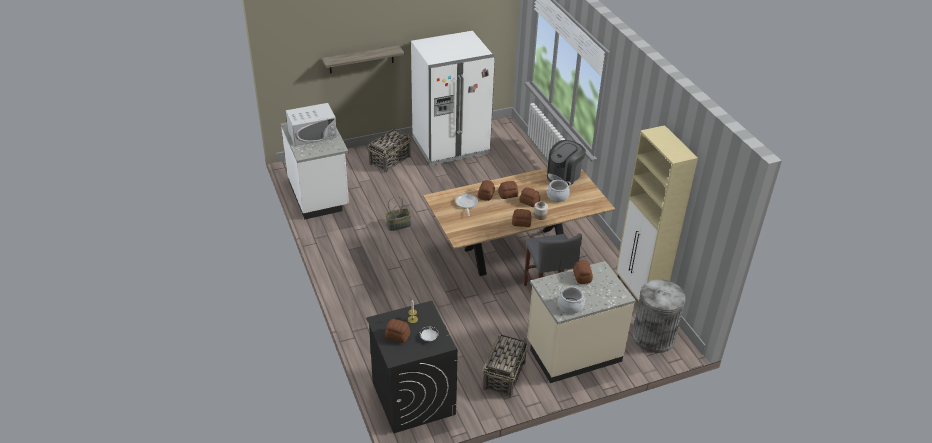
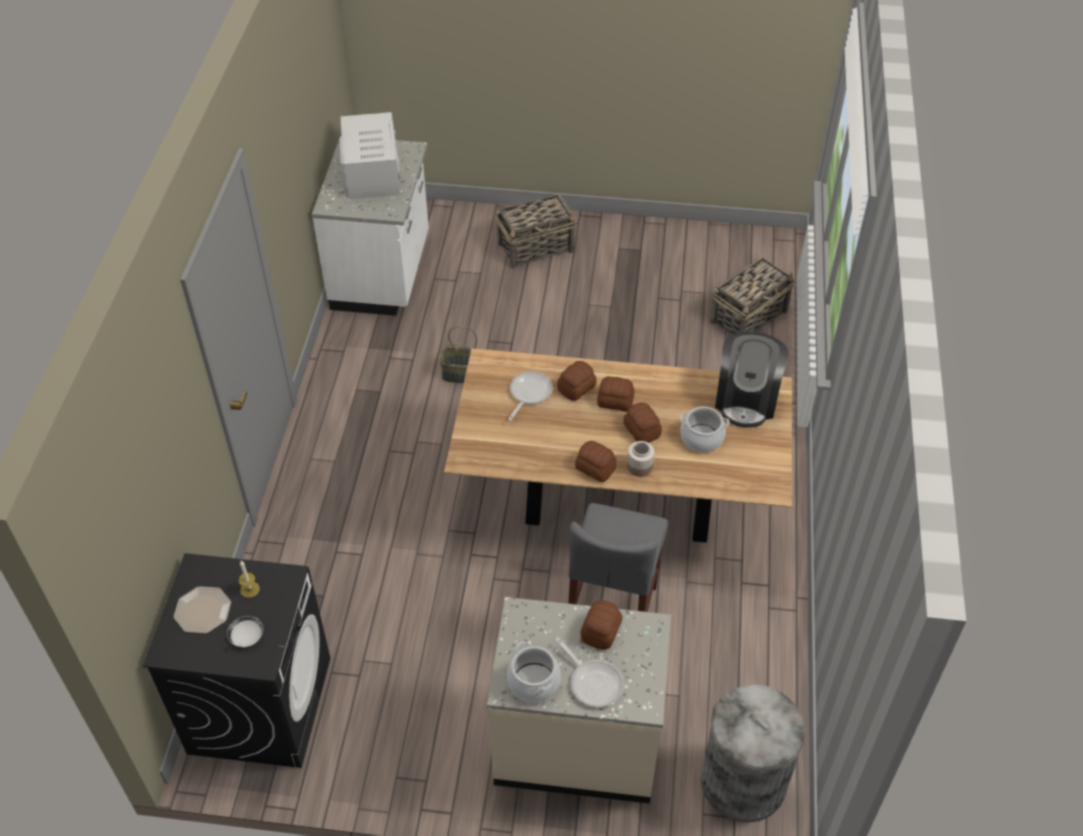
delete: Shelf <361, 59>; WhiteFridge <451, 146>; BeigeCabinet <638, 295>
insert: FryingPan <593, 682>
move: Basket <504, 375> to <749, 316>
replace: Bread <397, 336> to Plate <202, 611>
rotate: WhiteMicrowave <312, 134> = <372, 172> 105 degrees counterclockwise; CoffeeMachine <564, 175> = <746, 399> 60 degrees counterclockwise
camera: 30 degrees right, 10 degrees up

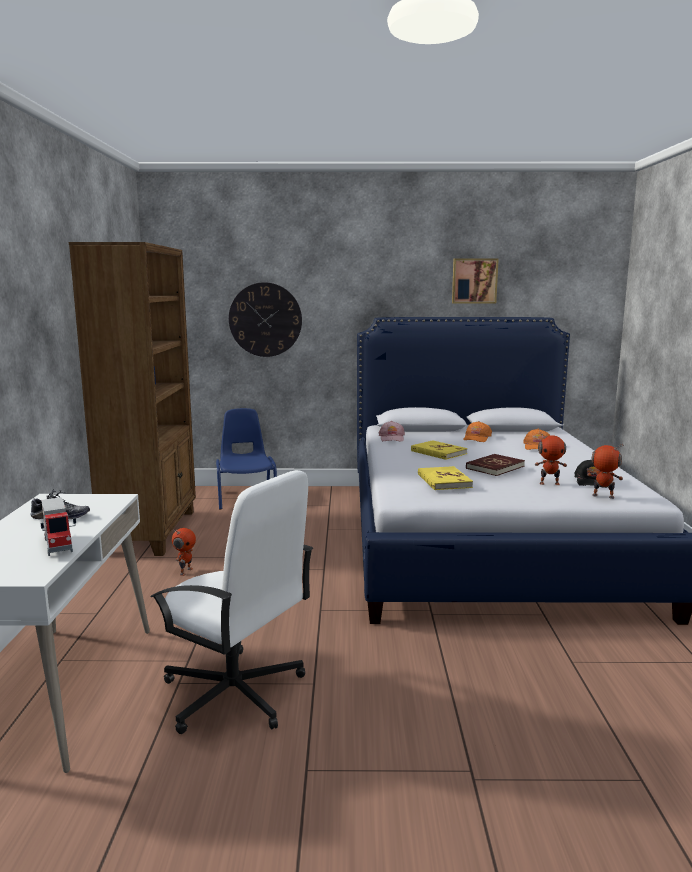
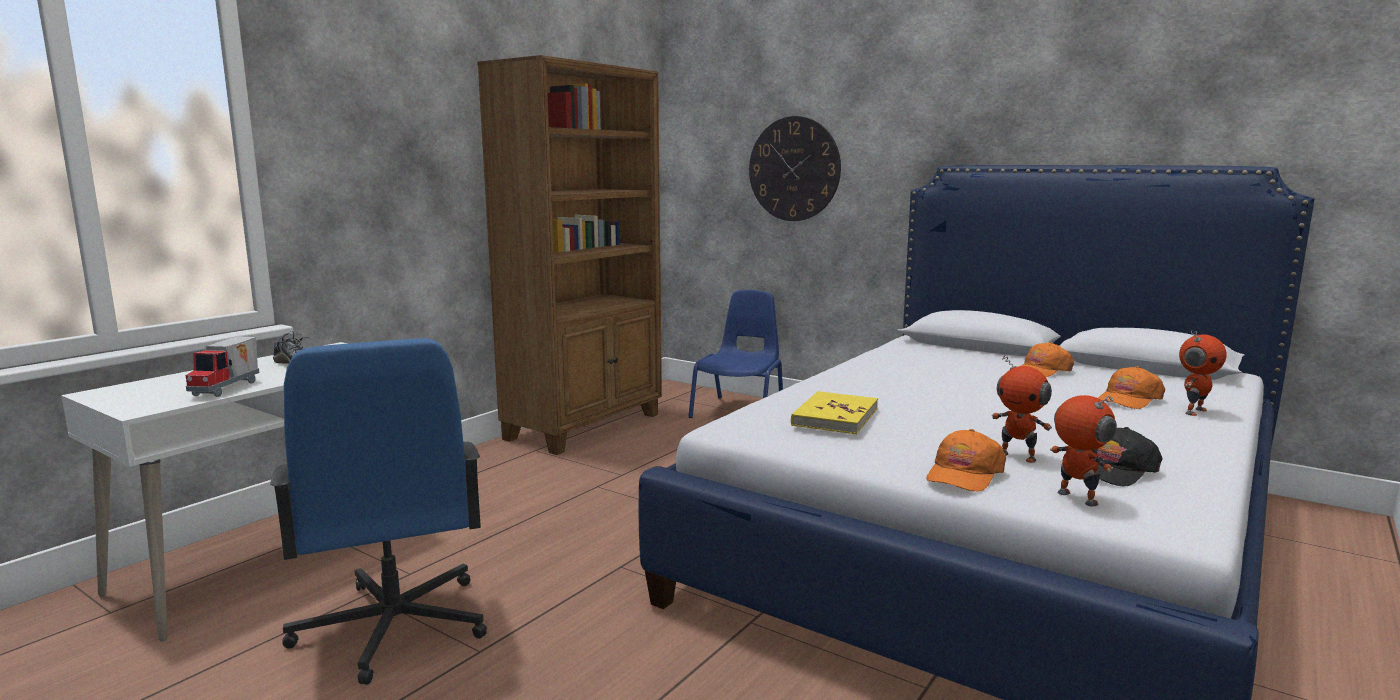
delete: PinkCap <392, 438>; YellowBook <438, 452>; Picture <474, 281>; RedBook <495, 467>
insert: OrangeCap <964, 474>
move: ToyRobot <185, 571> to <1194, 411>
recolor: WhiteOfficeChair <235, 693> to BlueOfficeChair <392, 627>
camera: 35 degrees right, 0 degrees up

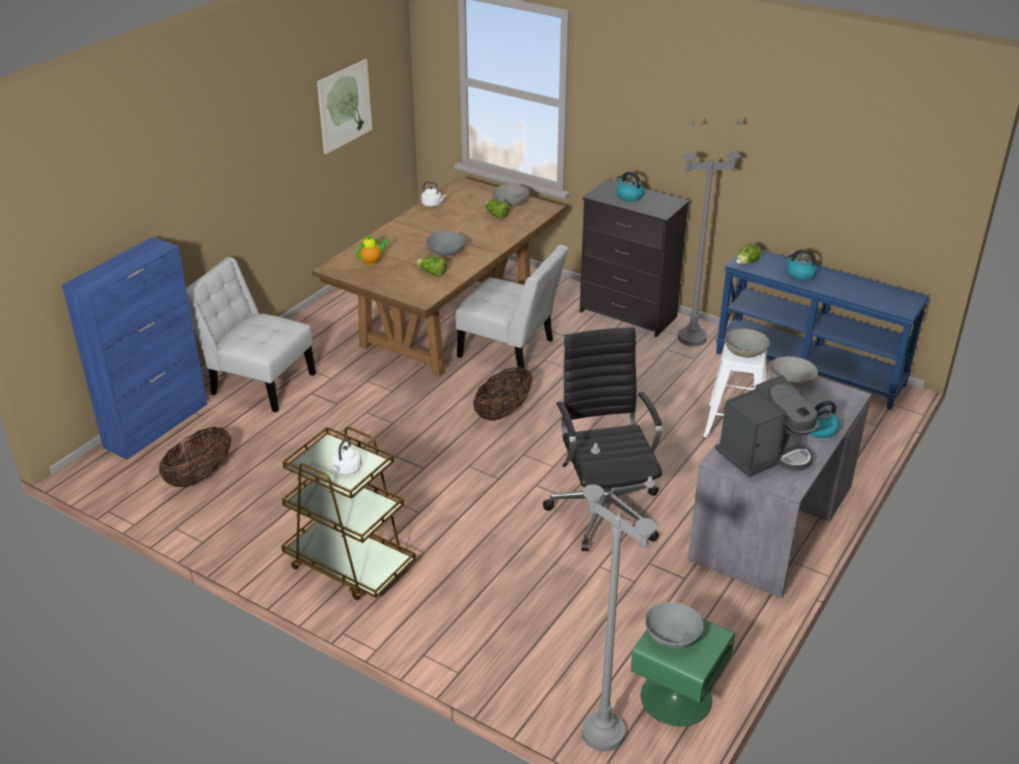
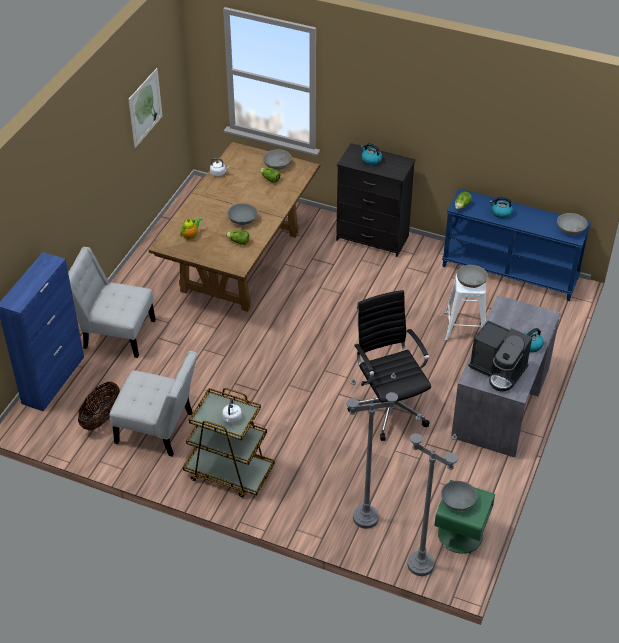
delete: Basket <503, 412>
move: WhiteChair <511, 350> to <158, 429>; GreyFloorLamp <692, 338> to <365, 518>; GreyBowl <791, 381> to <571, 229>
rotate: CoffeeMachine <764, 455> = <498, 370> 75 degrees clockwise
camera: 10 degrees left, 10 degrees up

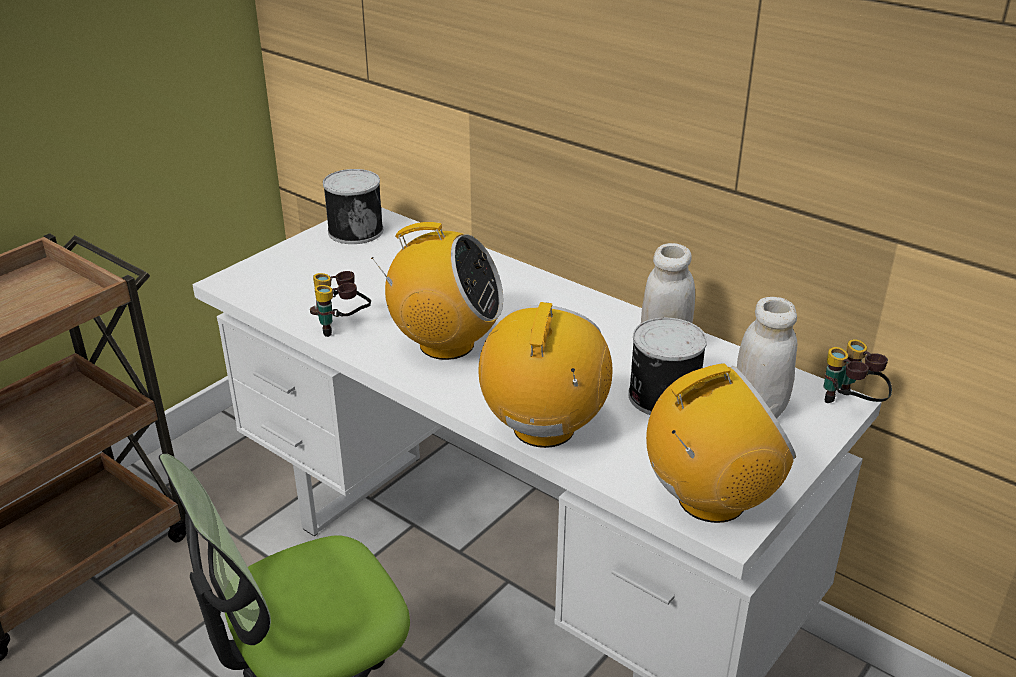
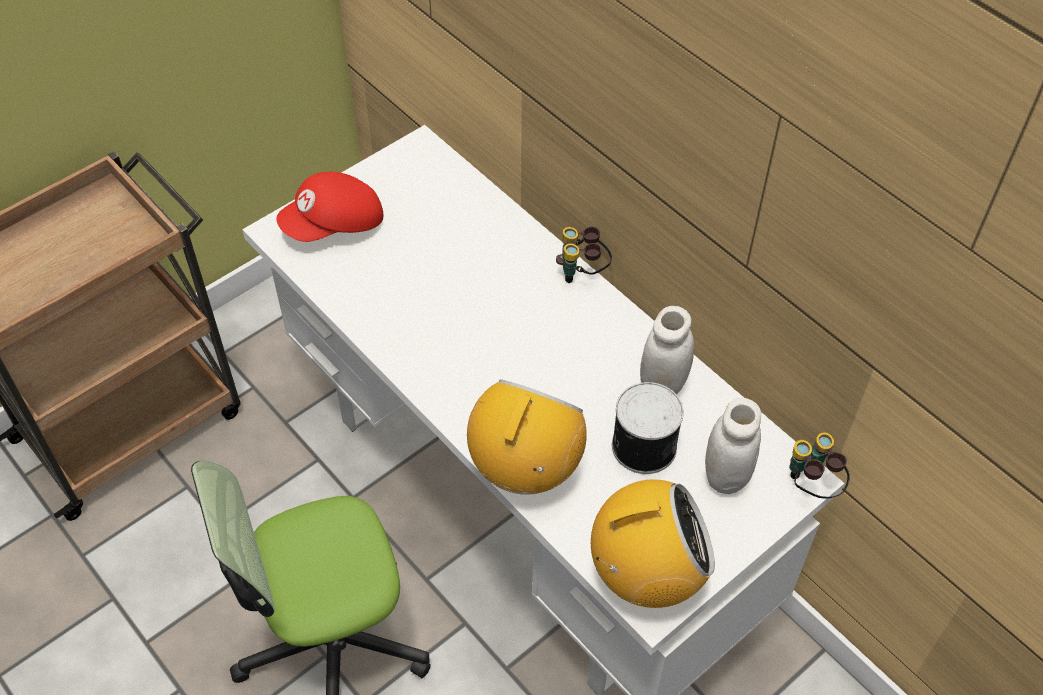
delete: Can <355, 230>; Radio <445, 344>
insert: RedCap <335, 225>
move: Binoculars <342, 327> to <583, 273>
camera: 10 degrees right, 20 degrees up

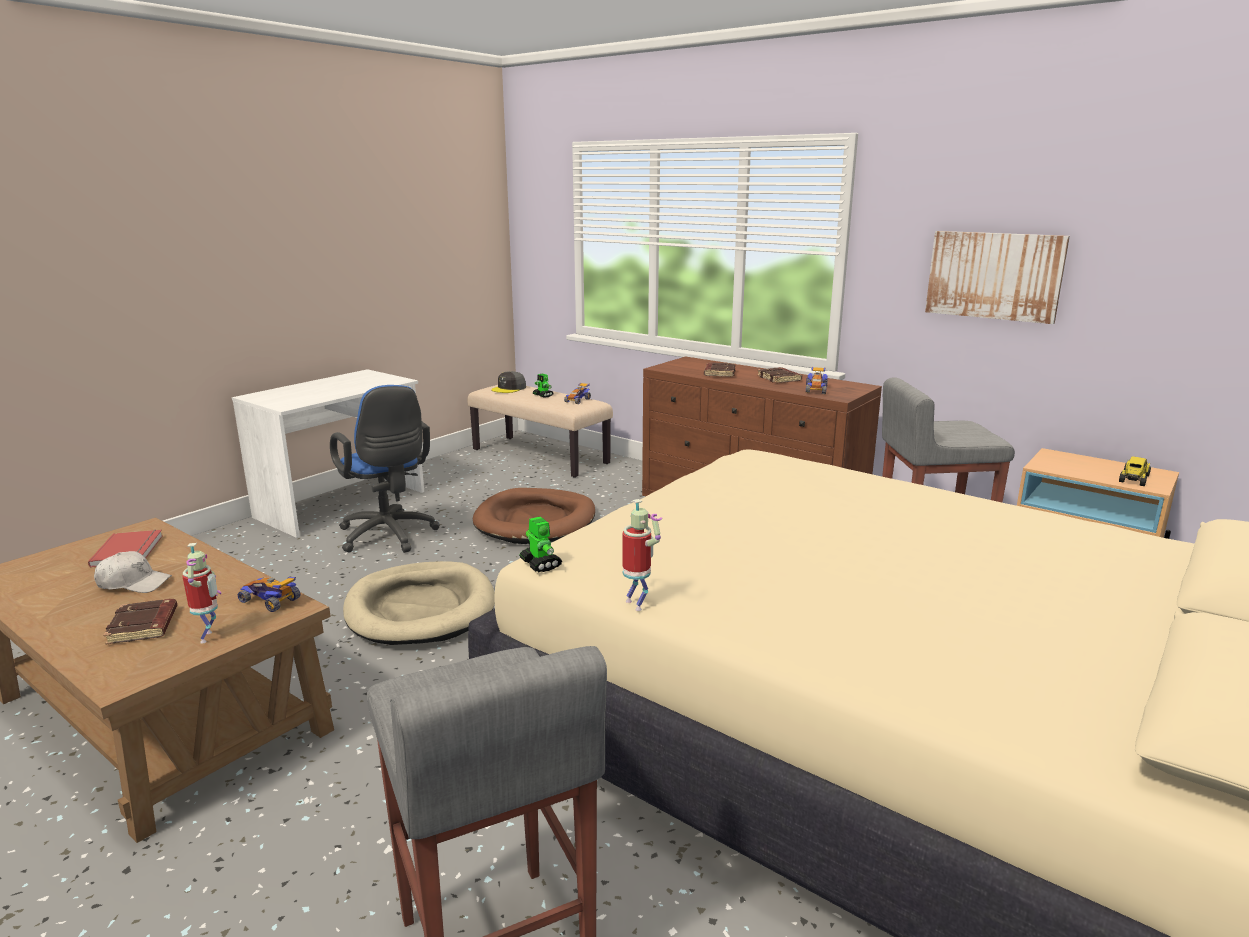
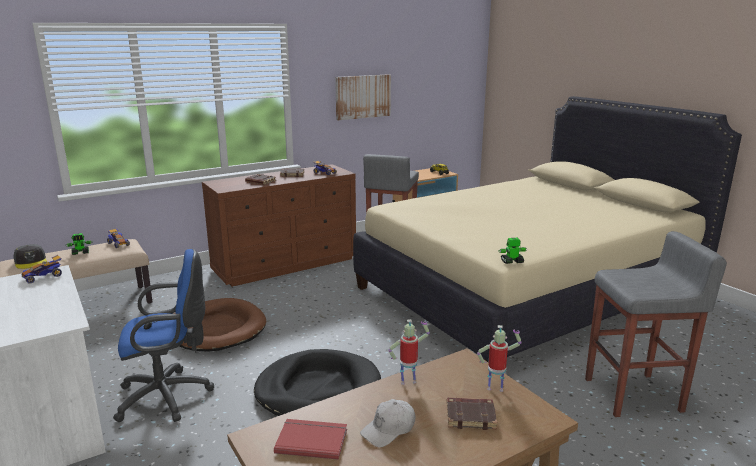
move: ToyCar <271, 601> to <43, 276>; ToyRobot <637, 604> to <408, 381>
recolor: BeigeDogBed <421, 609> to BlackDogBed <318, 390>
rotate: WhiteCap <134, 583> = <389, 429> 150 degrees counterclockwise
camera: 70 degrees left, 0 degrees up

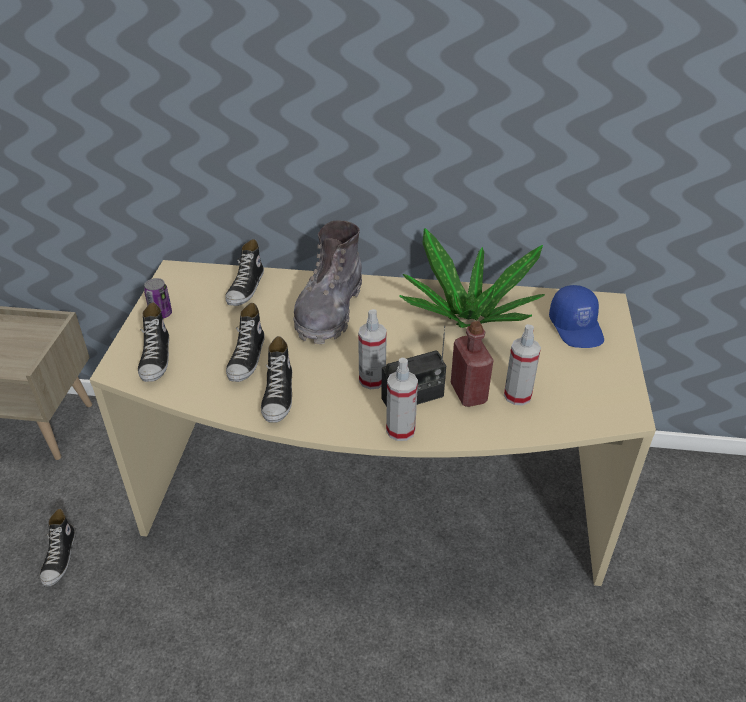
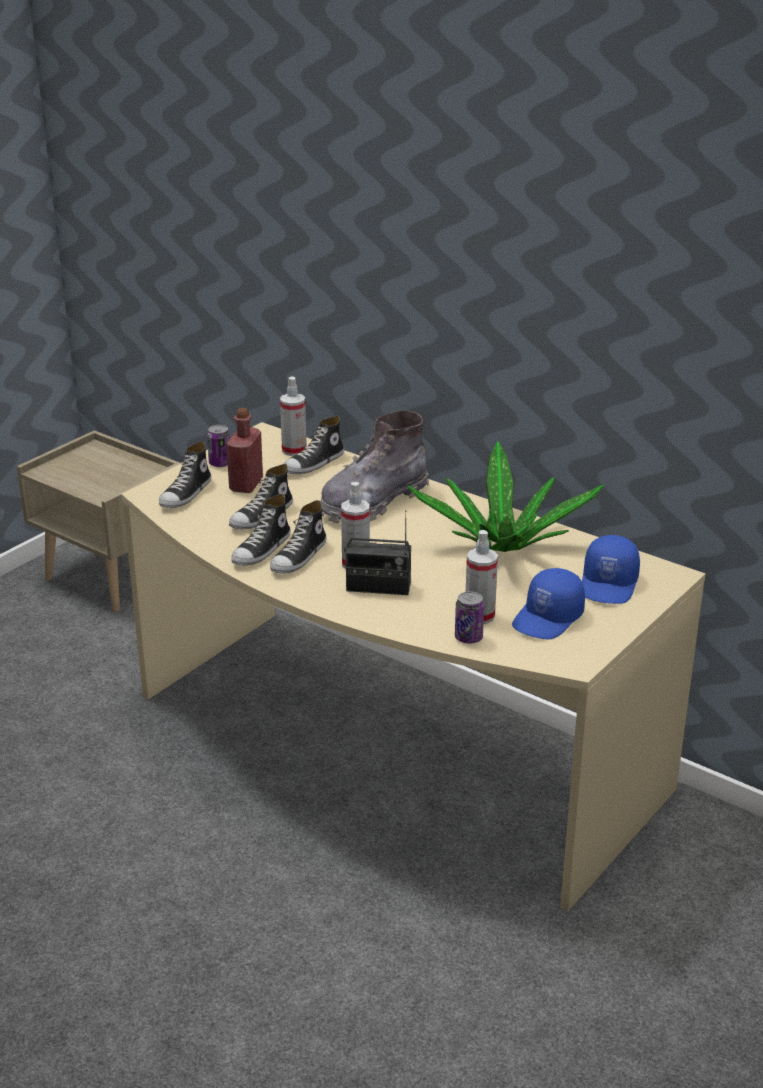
insert: Can <468, 638>; BlueCap <548, 619>
move: Shoe <60, 558> to <299, 557>; SprayBottle <400, 430> to <294, 450>; RedBottle <468, 393> to <246, 485>
camera: 30 degrees right, 10 degrees down

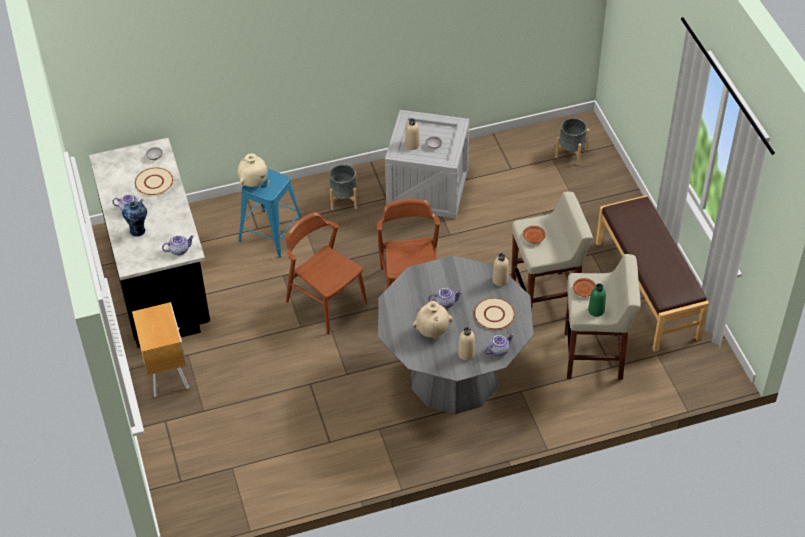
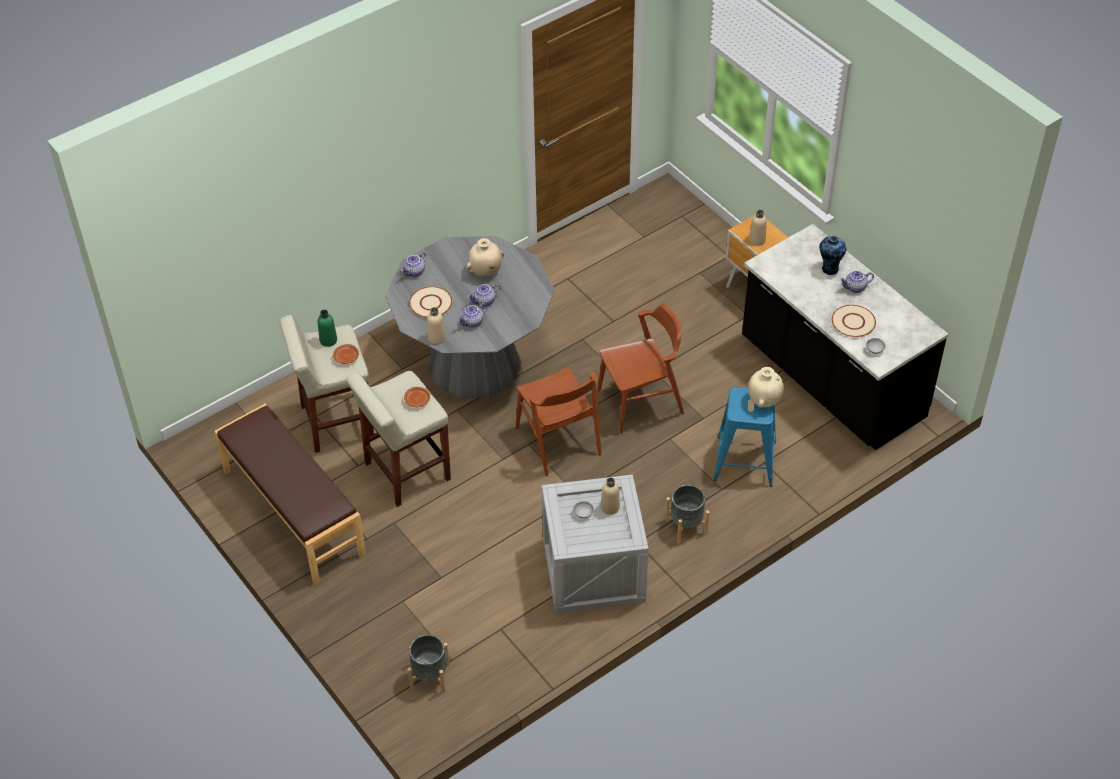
move: Teapot <179, 250> to <472, 322>; BeigeBottle <466, 354> to <757, 240>
rotate: BrownChair <326, 302> = <641, 402> 45 degrees counterclockwise
camera: 160 degrees right, 0 degrees up

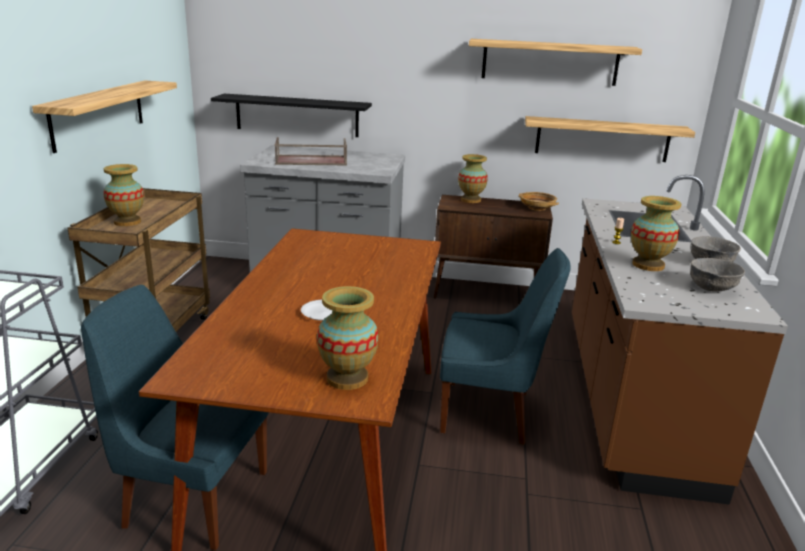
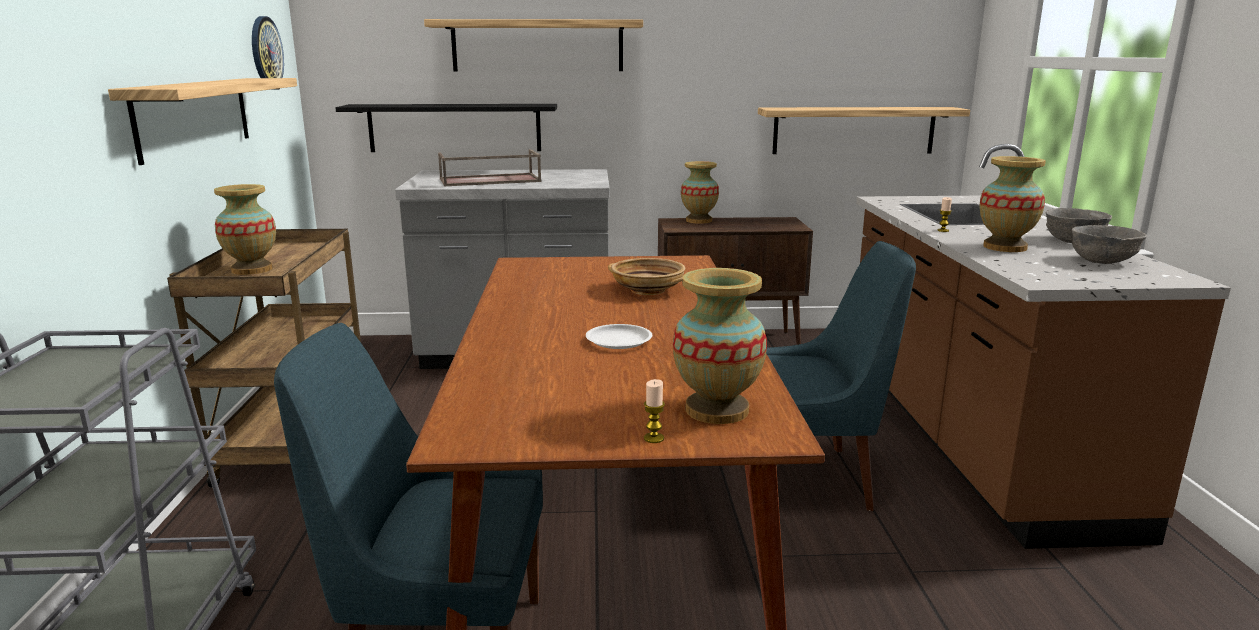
insert: WallClock <265, 51>; Candle <653, 438>
move: Shelf <549, 62> to <537, 46>; BeigeBowl <537, 208> to <648, 290>
camera: 10 degrees left, 5 degrees down

